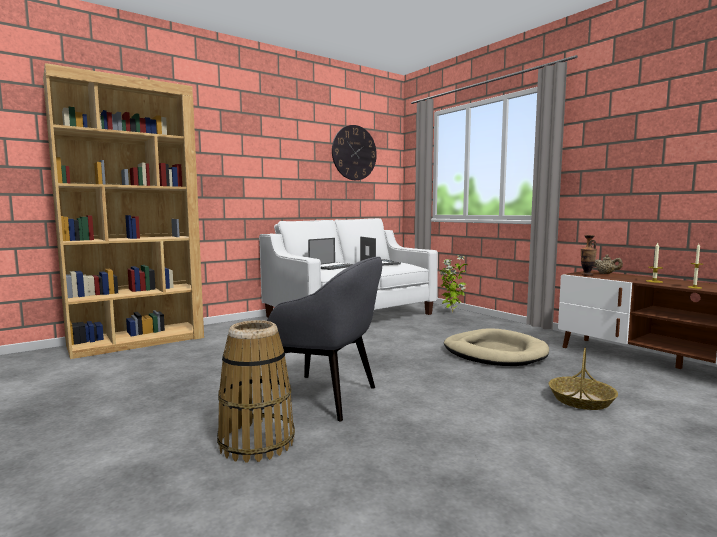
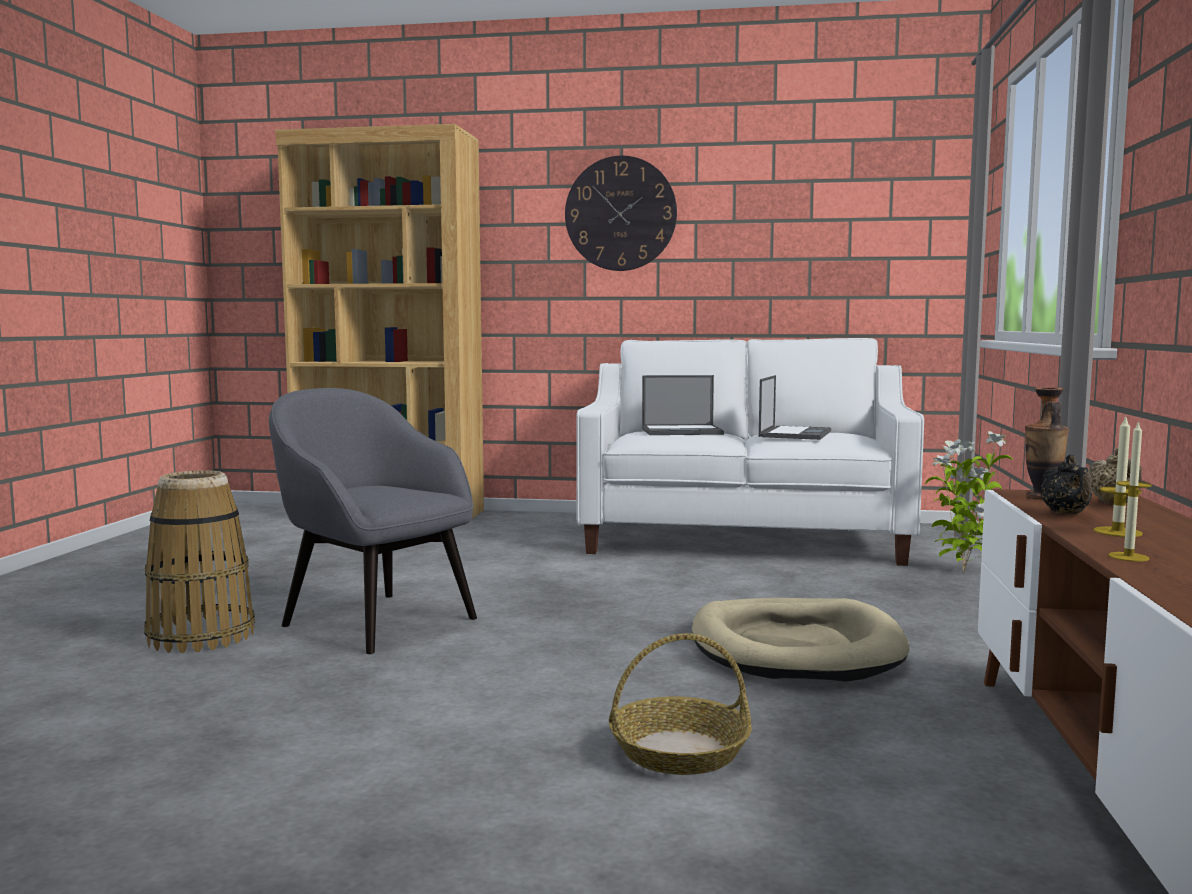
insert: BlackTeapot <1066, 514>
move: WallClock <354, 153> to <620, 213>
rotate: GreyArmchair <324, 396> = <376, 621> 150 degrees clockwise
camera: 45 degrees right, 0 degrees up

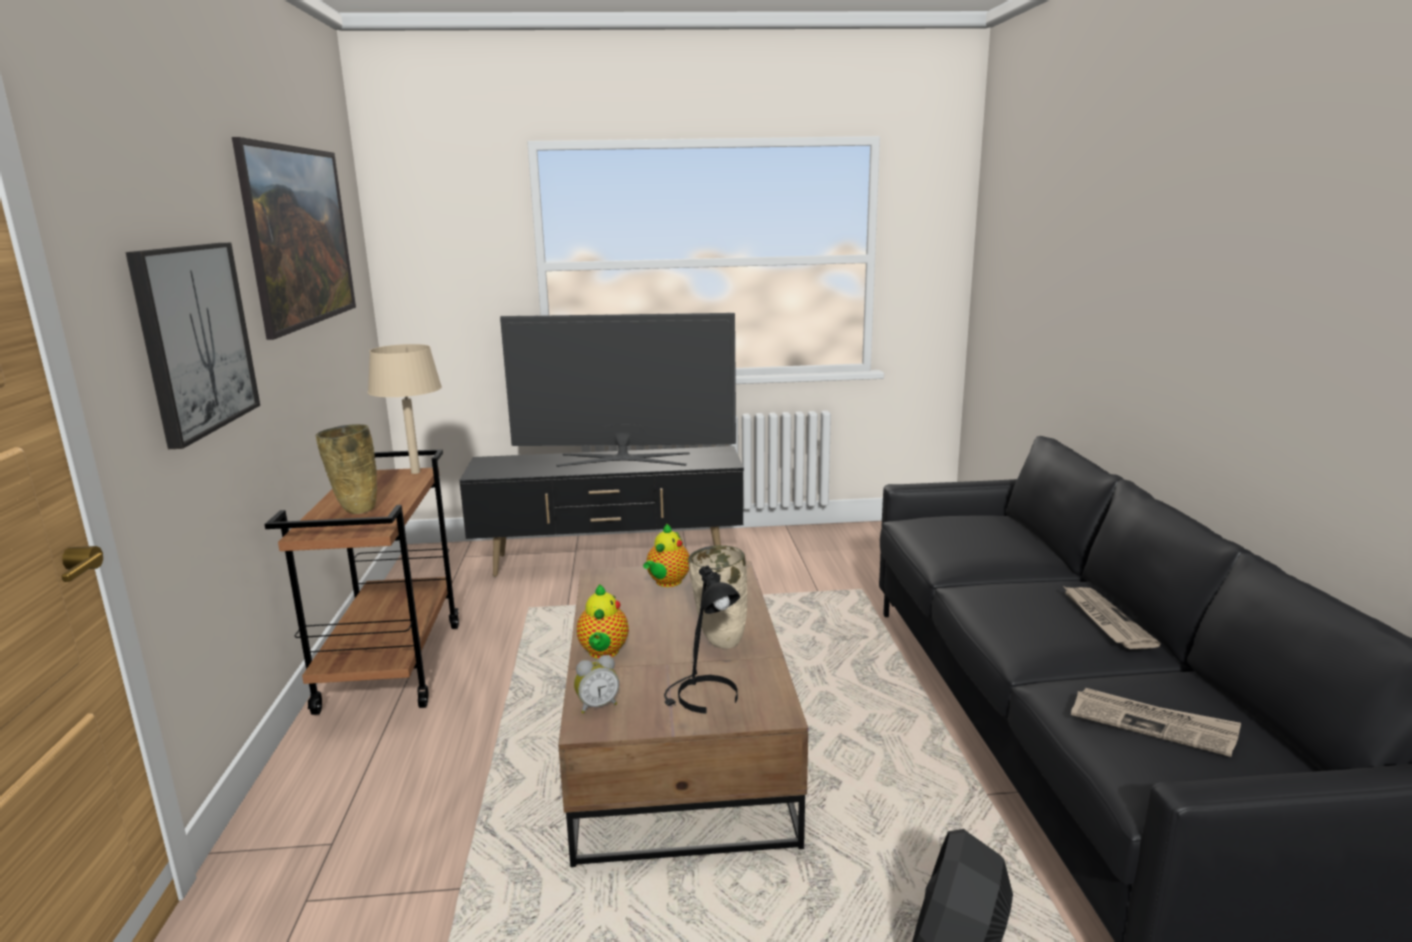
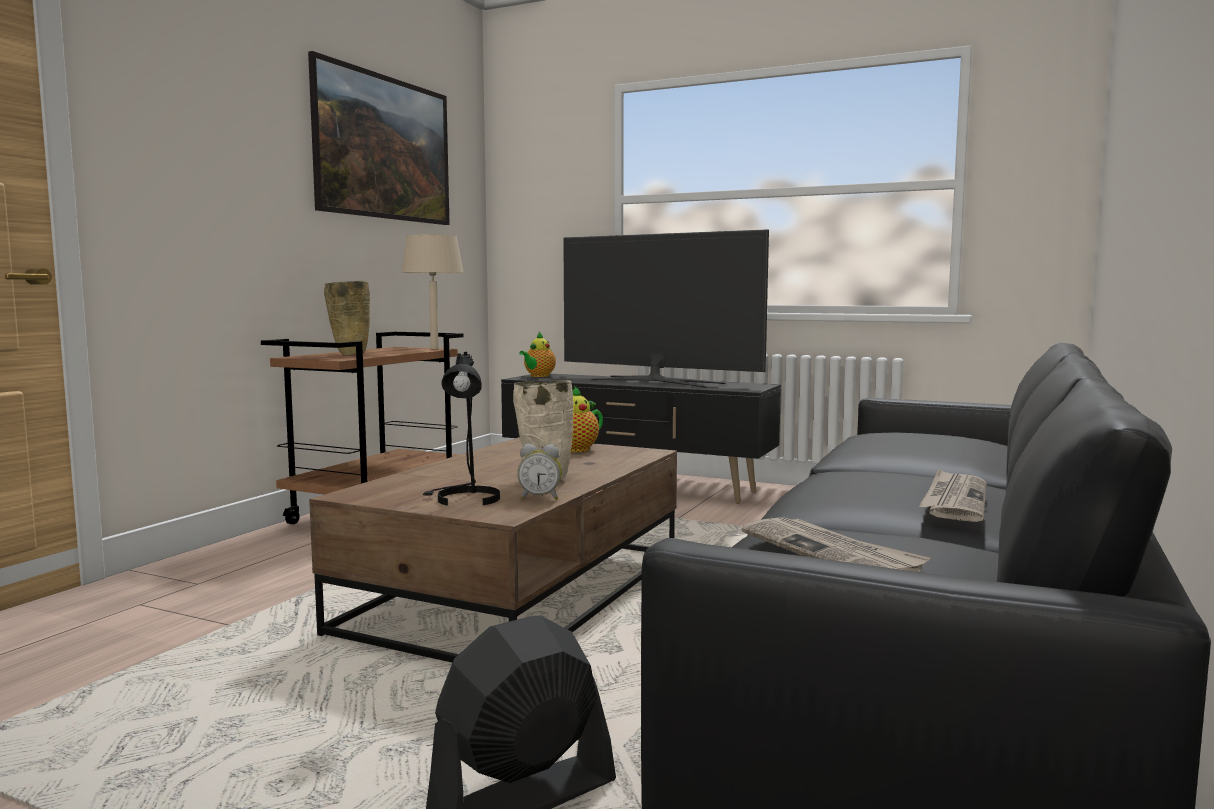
delete: Picture <194, 339>
move: AlarmClock <597, 705> to <540, 498>; Teapot <603, 653> to <538, 376>
camera: 30 degrees right, 10 degrees down

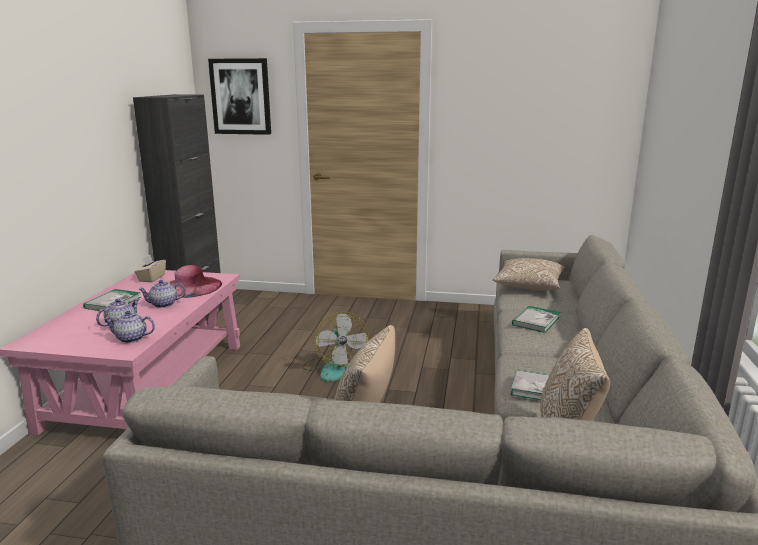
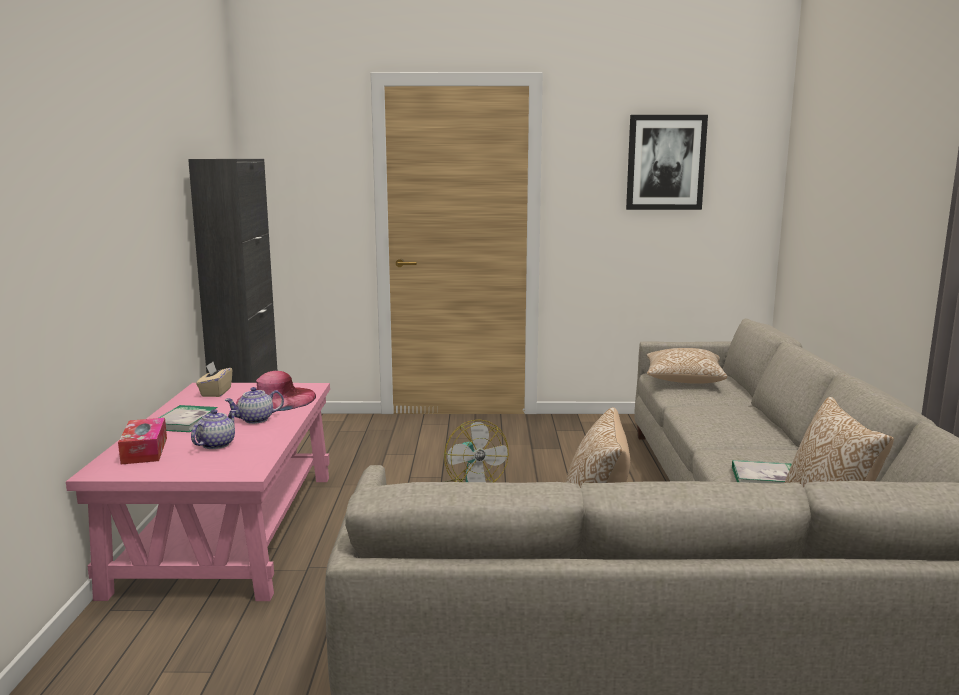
delete: Teapot <131, 339>; Book <536, 321>
insert: TissueBox <144, 450>
move: Picture <241, 96> to <665, 162>
camera: 10 degrees left, 5 degrees down

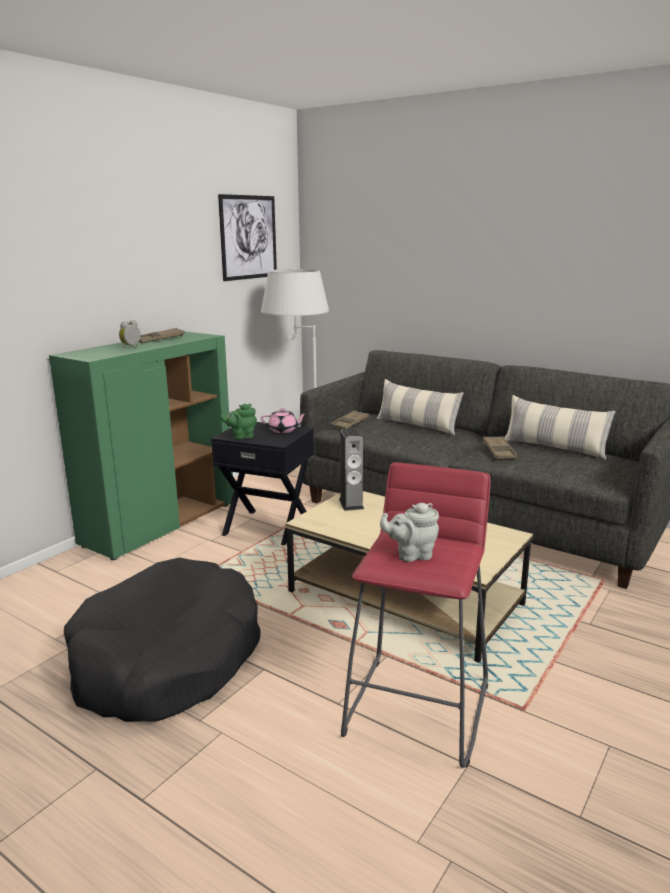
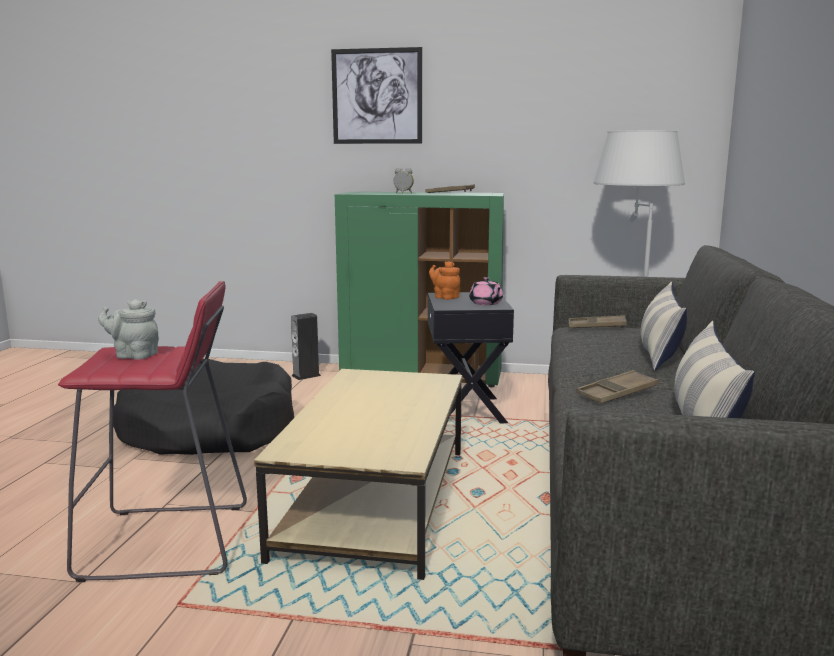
move: Picture <248, 237> to <377, 96>; Speaker <351, 504> to <306, 375>
recolor: GreenTeapot <241, 436> to OrangeTeapot <445, 297>
rotate: GreyTeapot <411, 555> = <133, 355> 45 degrees counterclockwise
camera: 65 degrees right, 5 degrees down

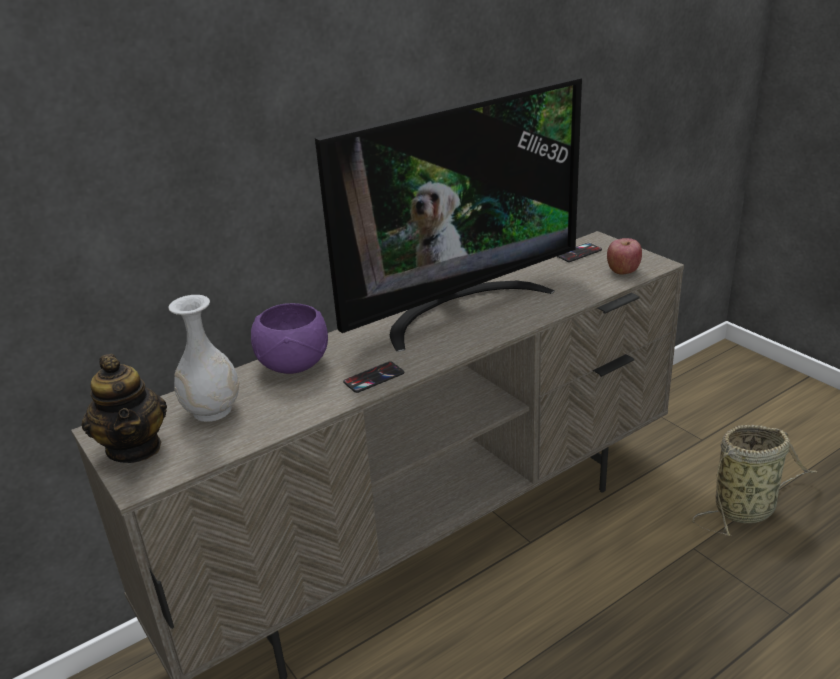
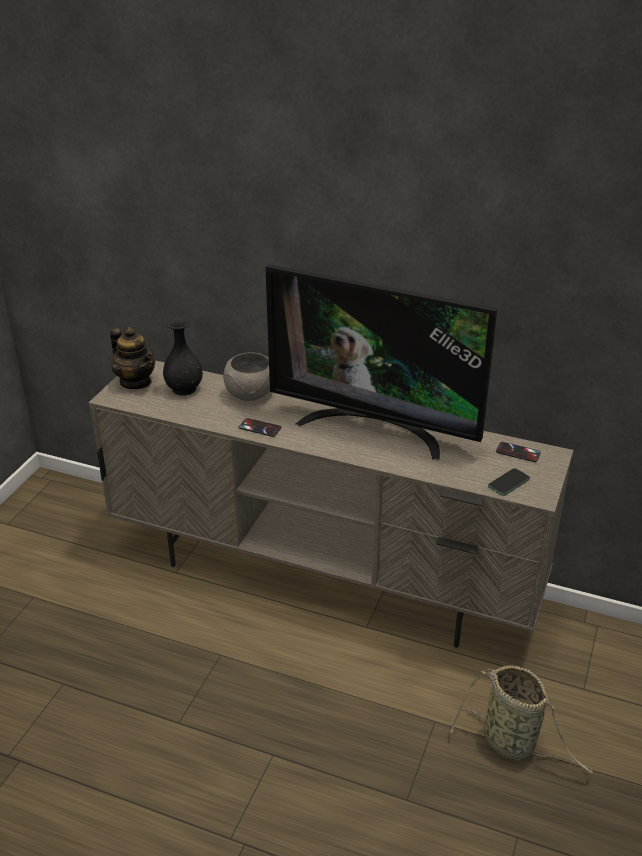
replace: Apple <623, 270> to Phone <508, 483>
recolor: WhiteVase <212, 410> to BlackVase <184, 389>; PurpleBowl <293, 365> to GreyBowl <249, 394>
rotate: Teapot <135, 447> = <136, 382> 75 degrees counterclockwise
camera: 55 degrees right, 5 degrees up

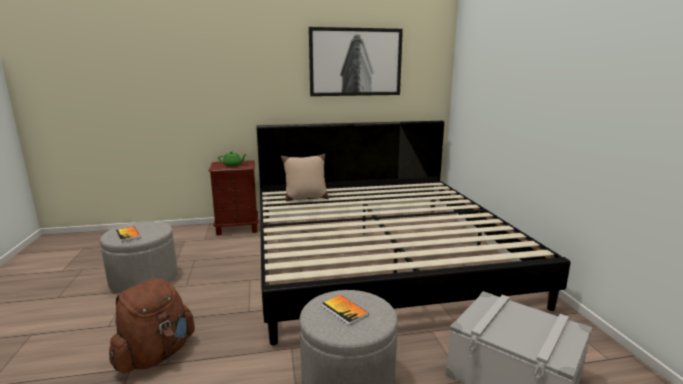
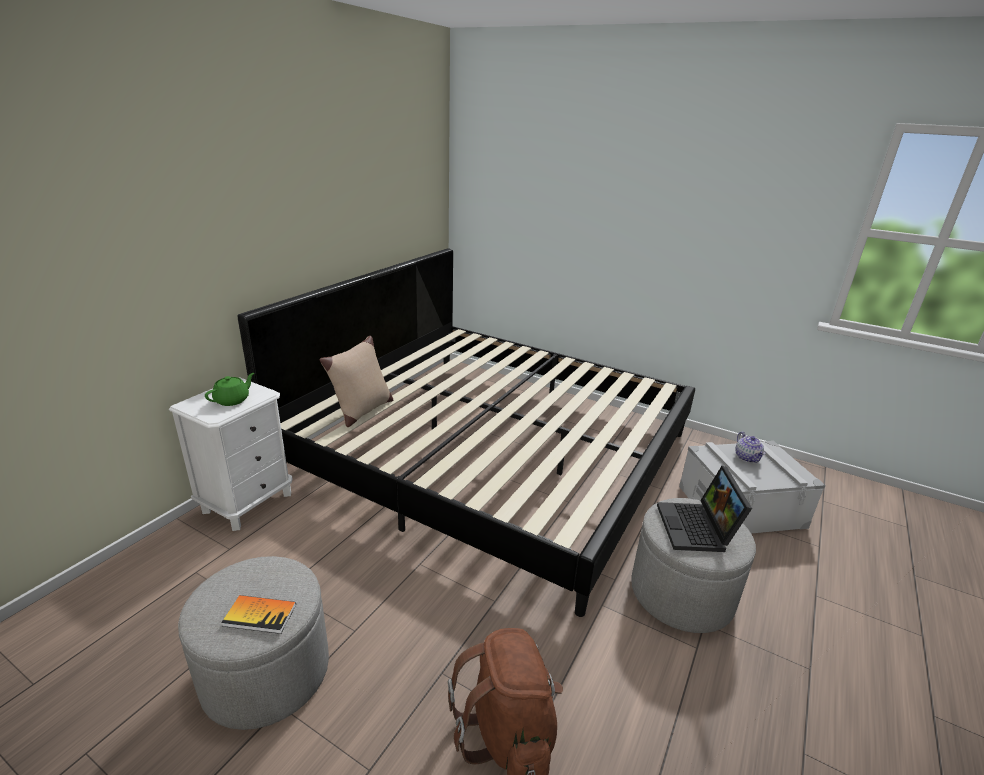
delete: Picture <355, 62>
insert: Teapot <747, 457>
replace: Book <344, 310> to Laptop <697, 529>
recolor: BrownNightstand <237, 228> to WhiteNightstand <248, 502>
camera: 50 degrees left, 10 degrees up

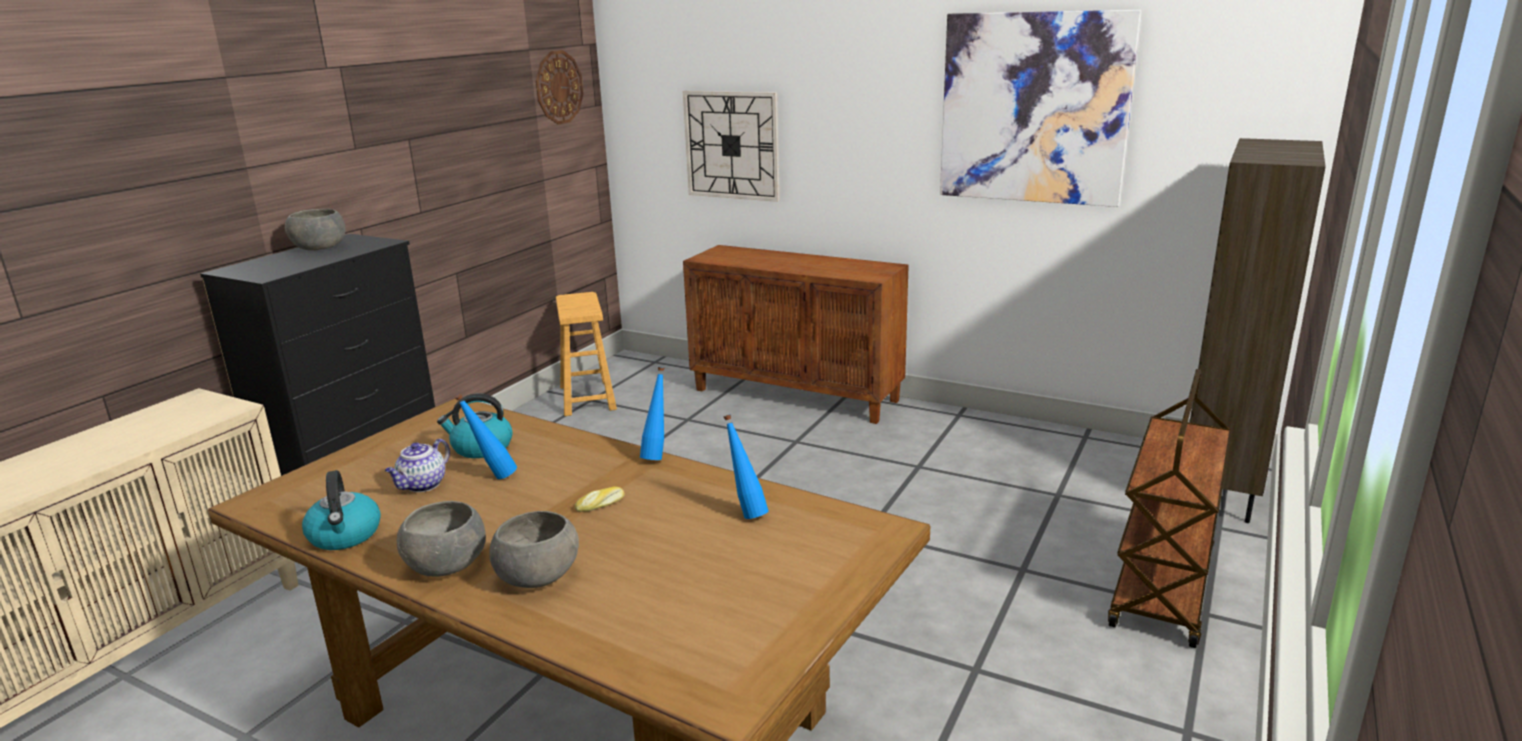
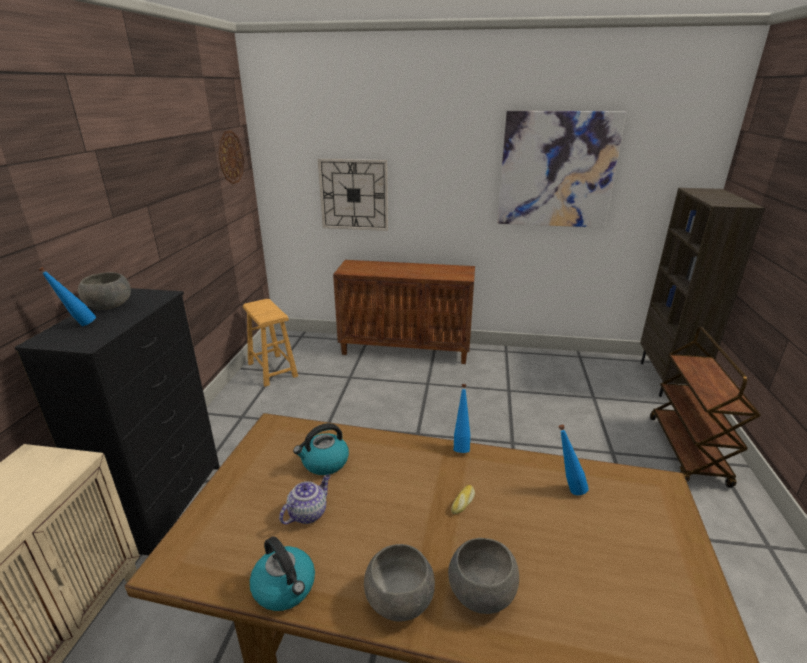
move: BlueBottle <493, 477> to <78, 325>
rotate: Teapot <422, 485> = <308, 513> 150 degrees counterclockwise
camera: 20 degrees left, 5 degrees up

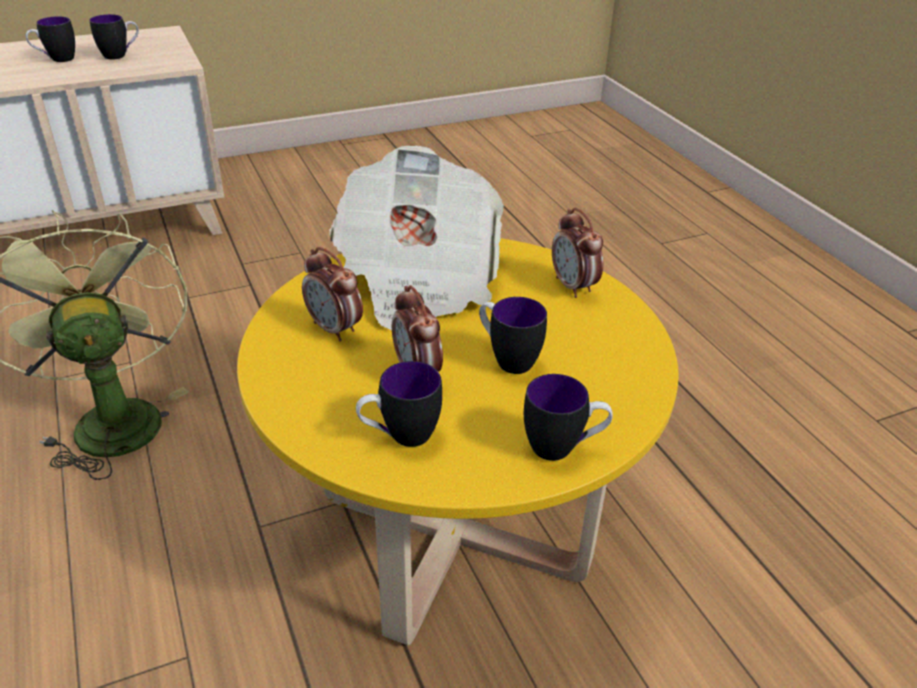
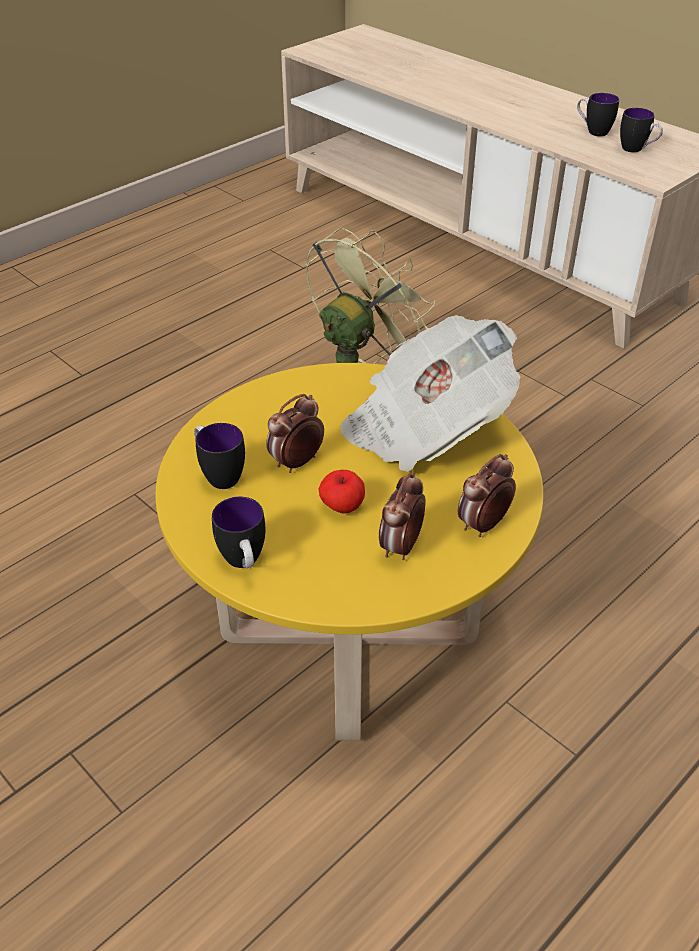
move: AlarmClock <335, 329> to <401, 547>
replace: Mug <507, 359> to Apple <342, 507>
camera: 70 degrees right, 5 degrees up

